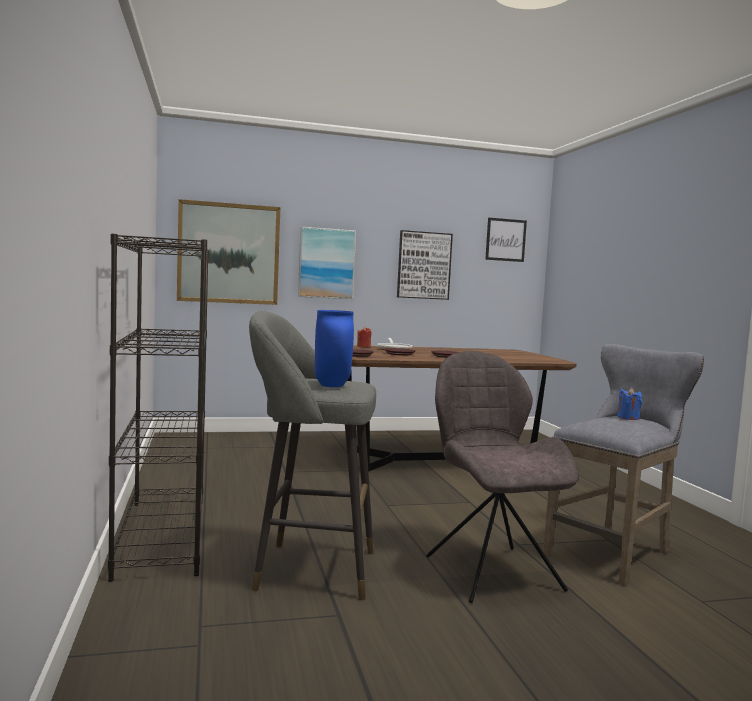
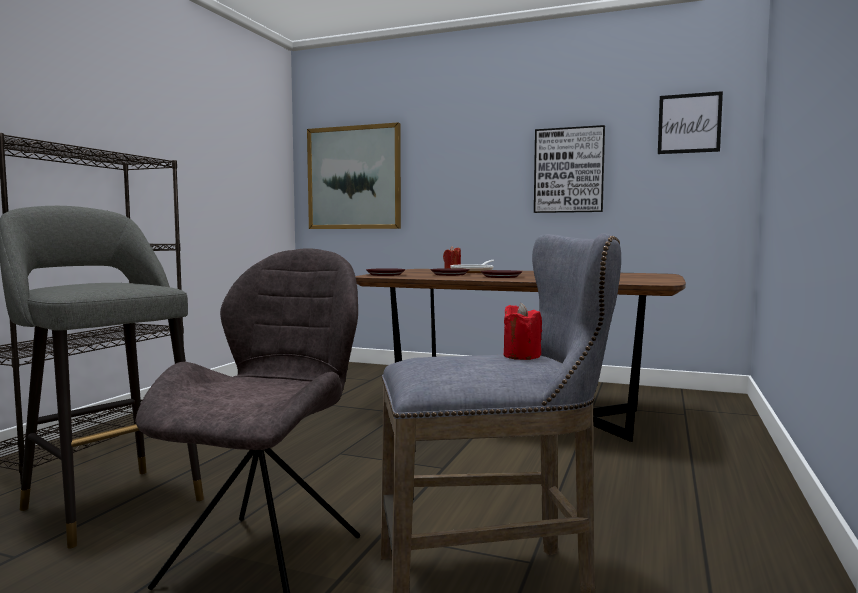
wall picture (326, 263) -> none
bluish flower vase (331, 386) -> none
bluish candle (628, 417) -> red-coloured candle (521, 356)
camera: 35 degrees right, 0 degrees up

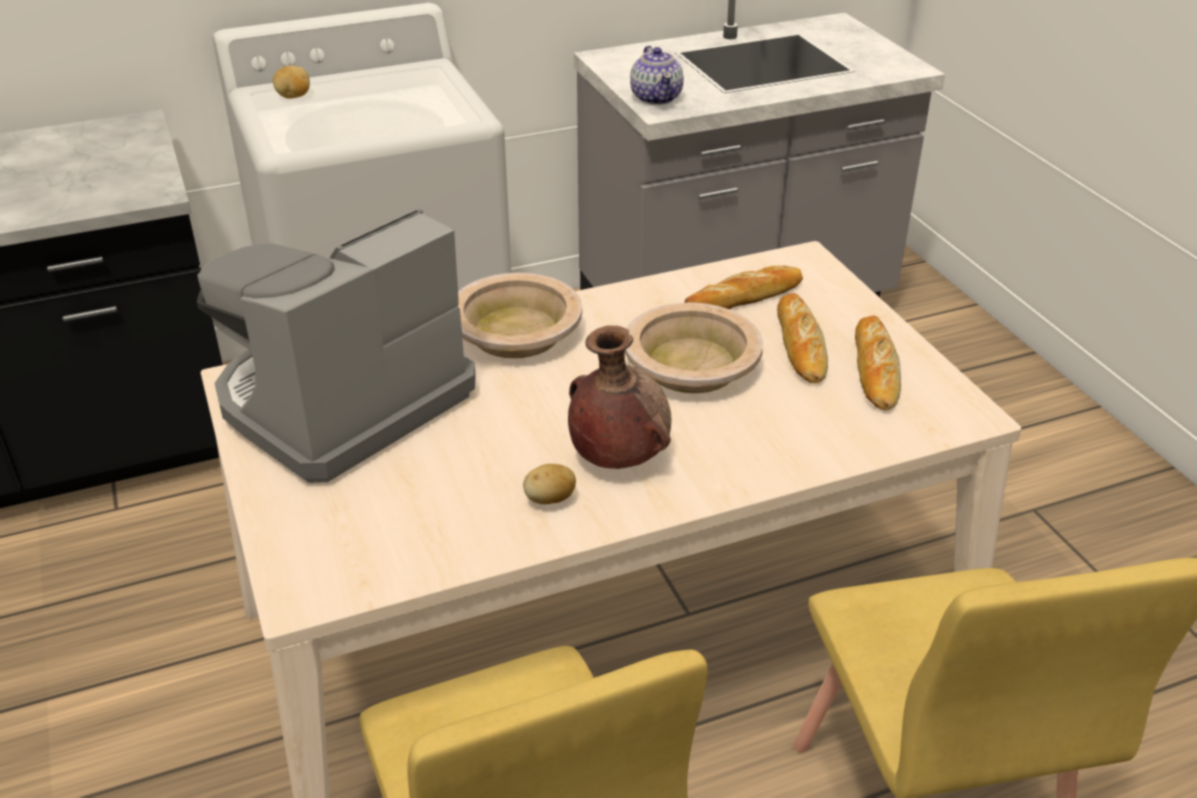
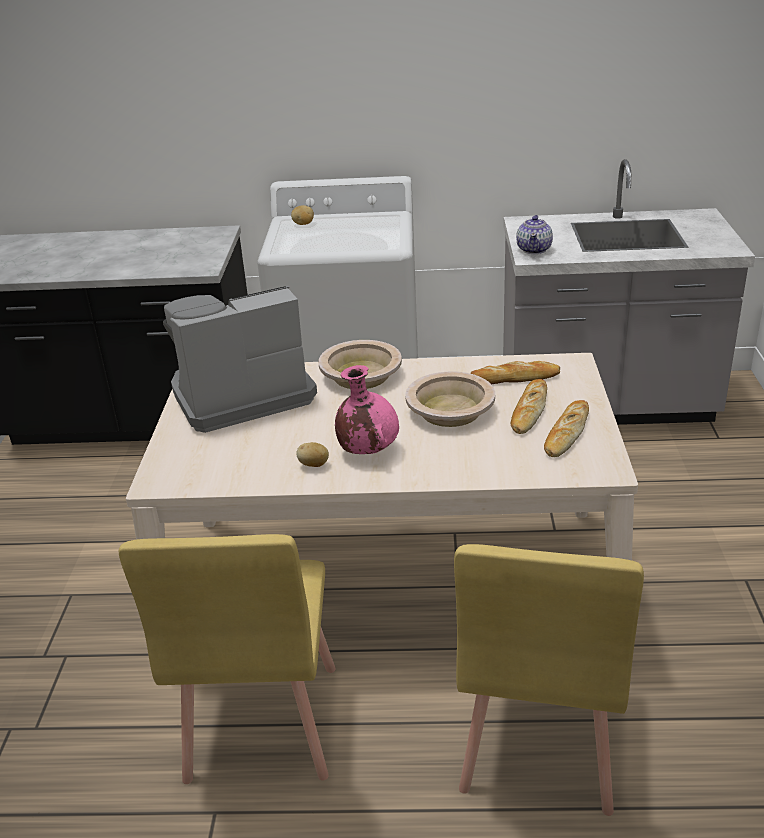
brown flower vase (617, 457) -> pink-coloured flower vase (367, 451)
camera: 25 degrees right, 5 degrees down

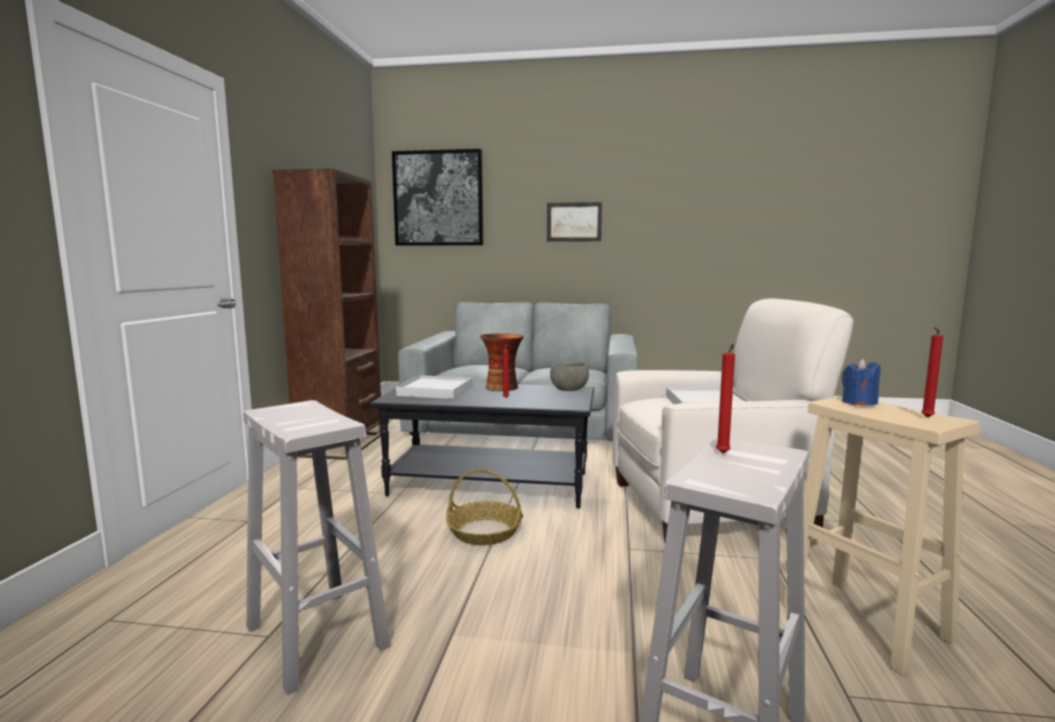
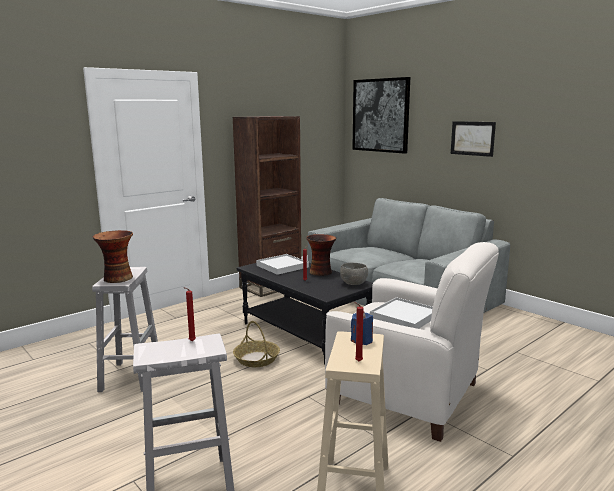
none -> flower vase (117, 278)
camera: 40 degrees right, 5 degrees up

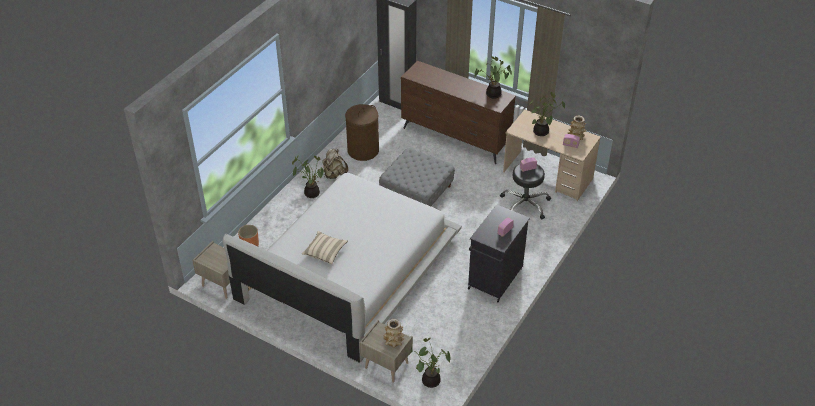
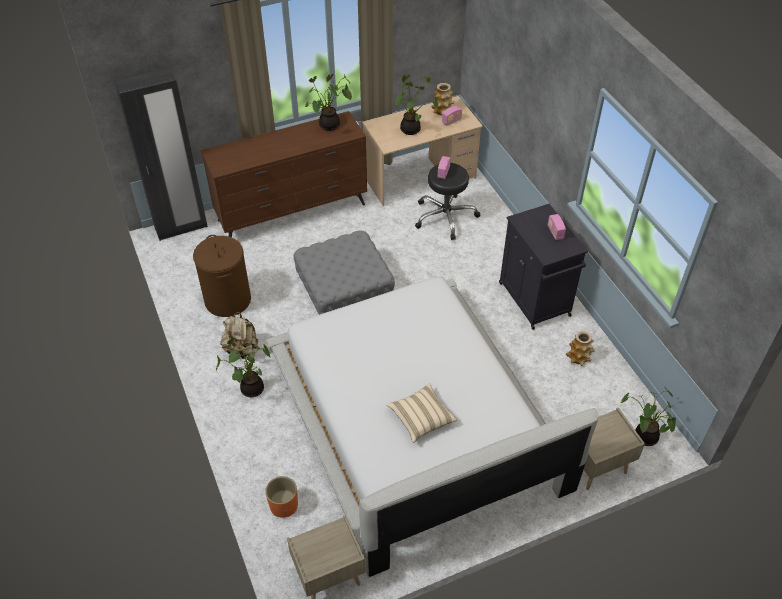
flower vase (393, 341) -> flower vase (578, 358), relocated
camera: 55 degrees left, 5 degrees up

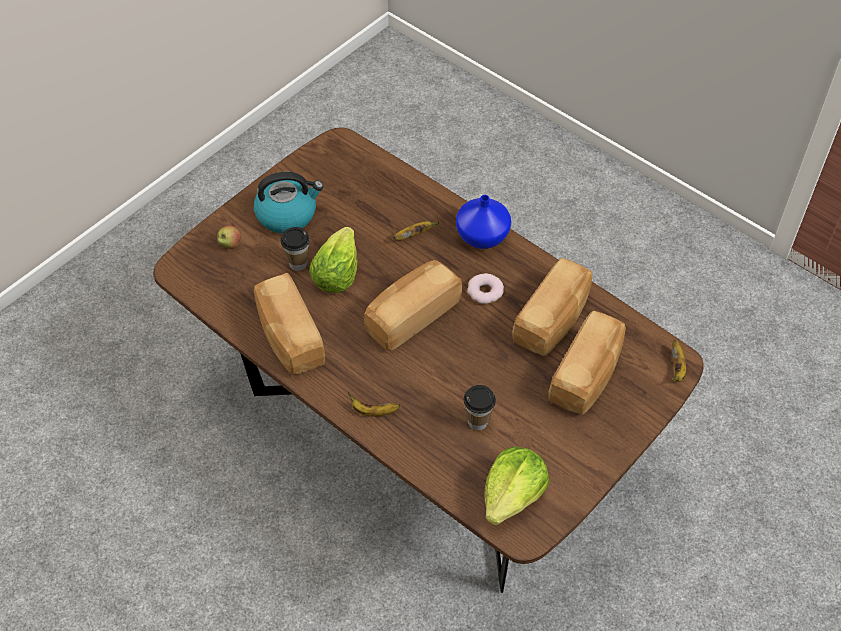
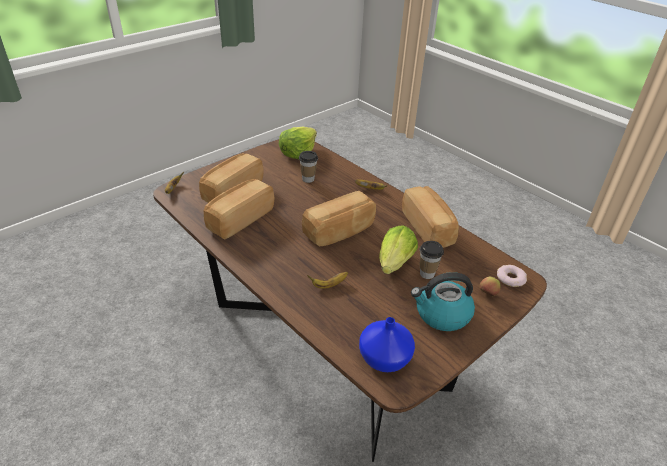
bluish flower vase (481, 235) -> bluish flower vase (385, 360), relocated
ring doughnut (485, 291) -> ring doughnut (510, 278), relocated
camera: 175 degrees left, 15 degrees down

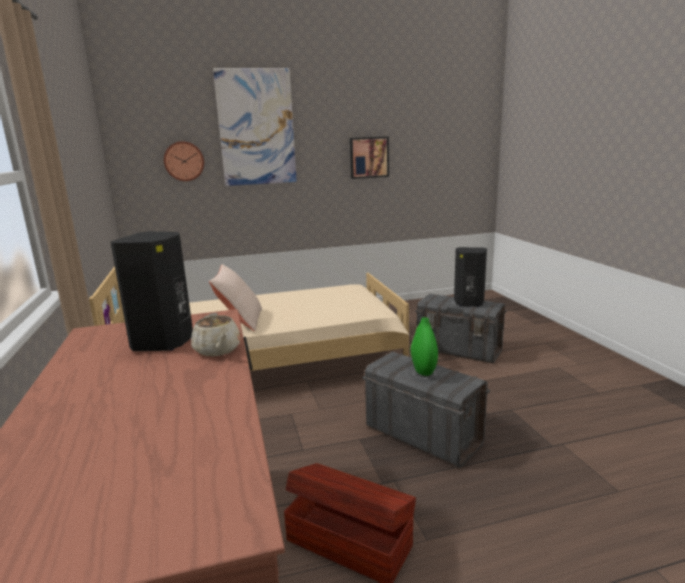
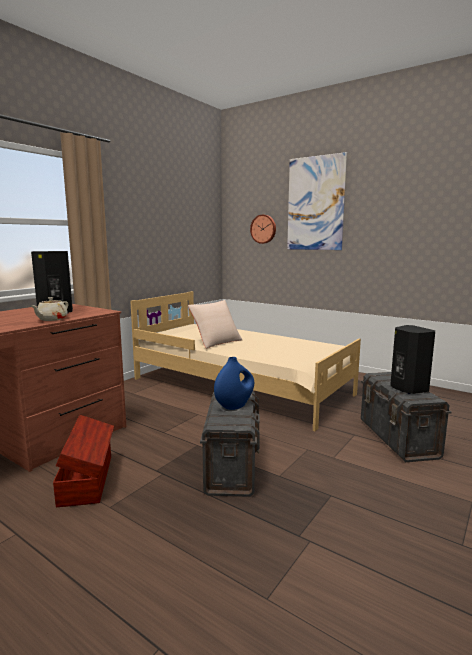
wall picture (368, 157) -> none
green flower vase (423, 370) -> bluish flower vase (234, 406)
camera: 50 degrees right, 5 degrees down

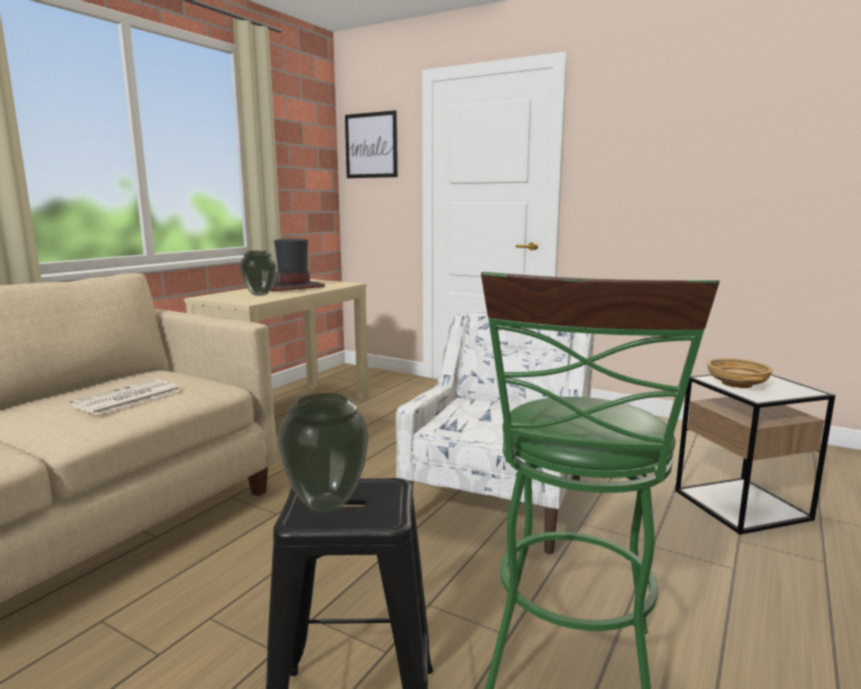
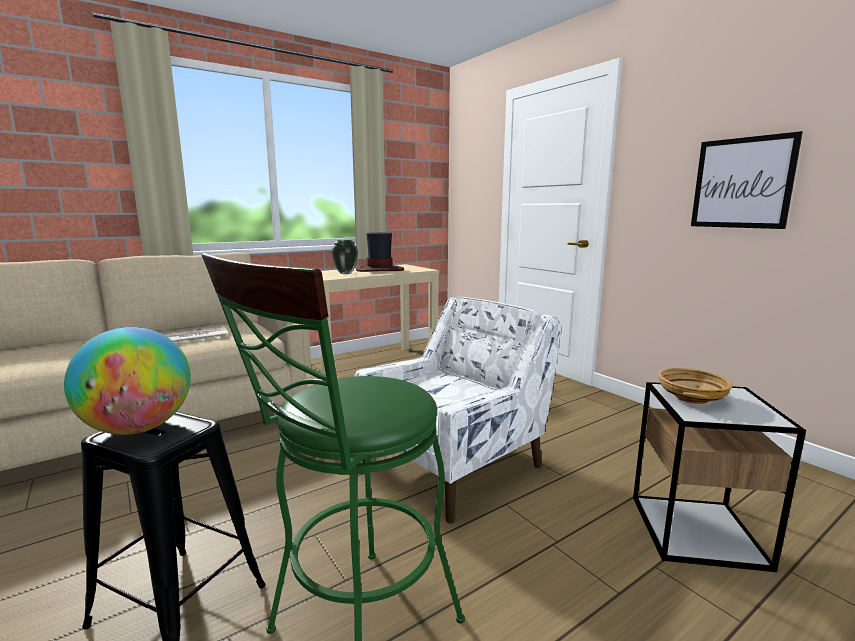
flower vase (327, 504) -> desk globe (138, 429)
wall picture (371, 145) -> wall picture (742, 183), relocated
camera: 25 degrees right, 0 degrees up

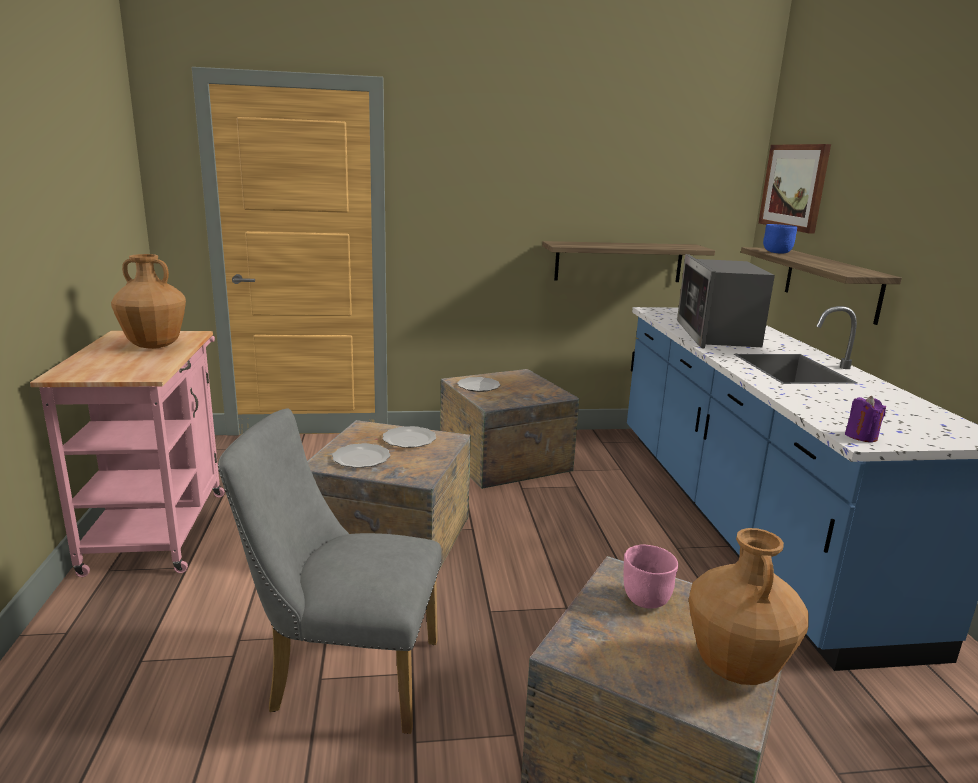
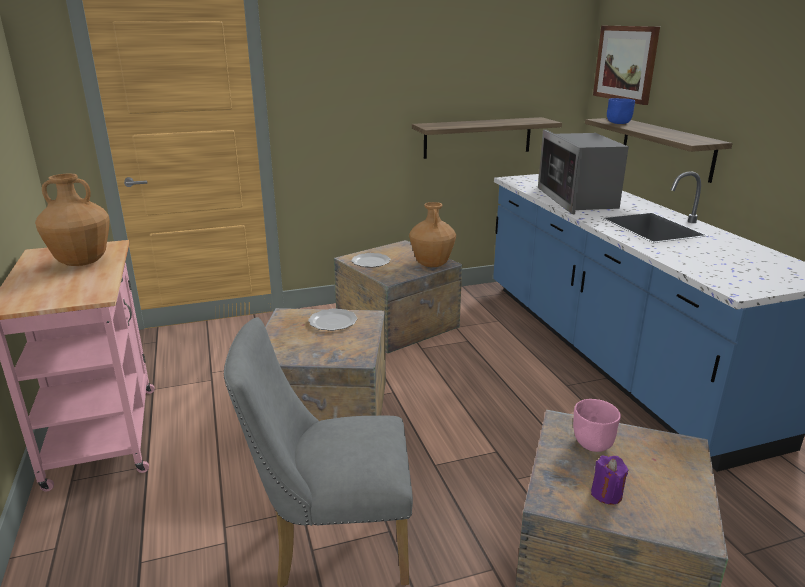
plate (361, 458) -> none
brown flower vase (735, 668) -> brown flower vase (431, 264), relocated
purple candle (861, 436) -> purple candle (606, 494), relocated
camera: 10 degrees left, 5 degrees up

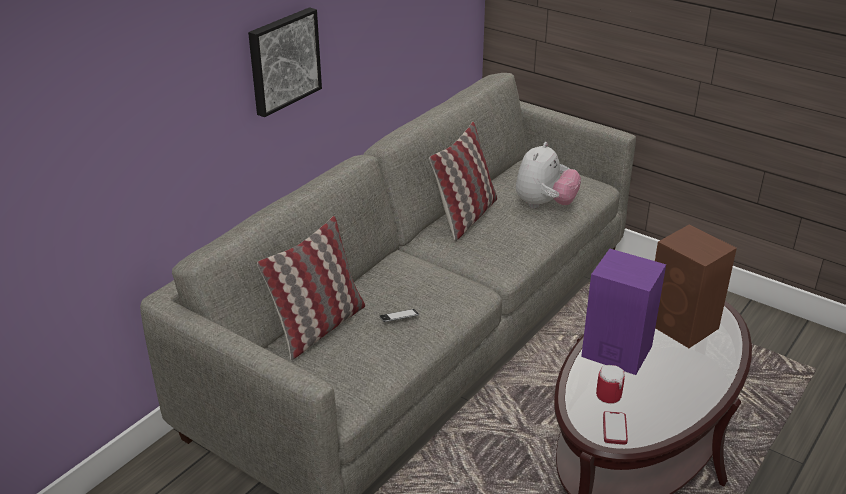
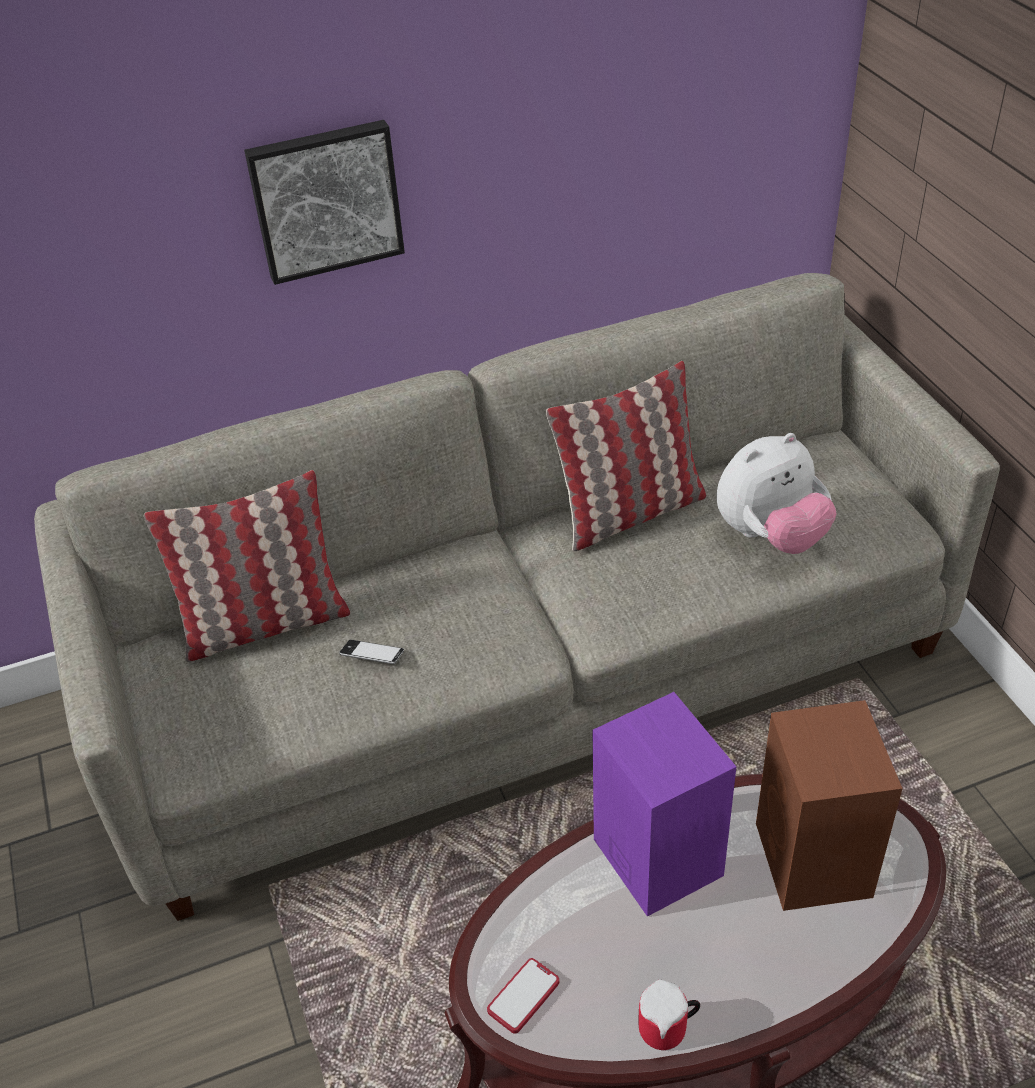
coffee mug (611, 394) -> coffee mug (669, 1029), relocated
camera: 35 degrees right, 10 degrees up

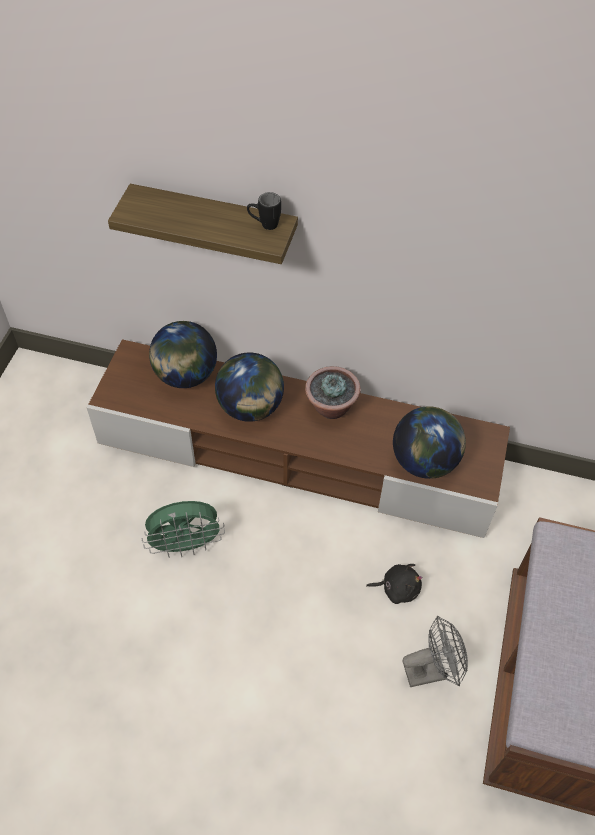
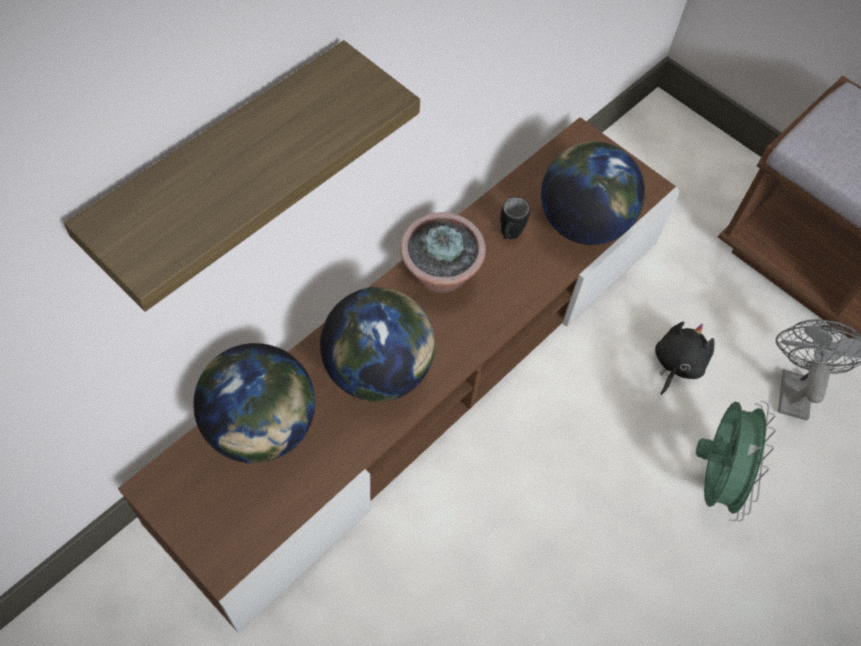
green electric fan (186, 545) -> green electric fan (714, 478), relocated
blackish coffee mug (264, 225) -> blackish coffee mug (508, 236), relocated
camera: 65 degrees left, 5 degrees up

